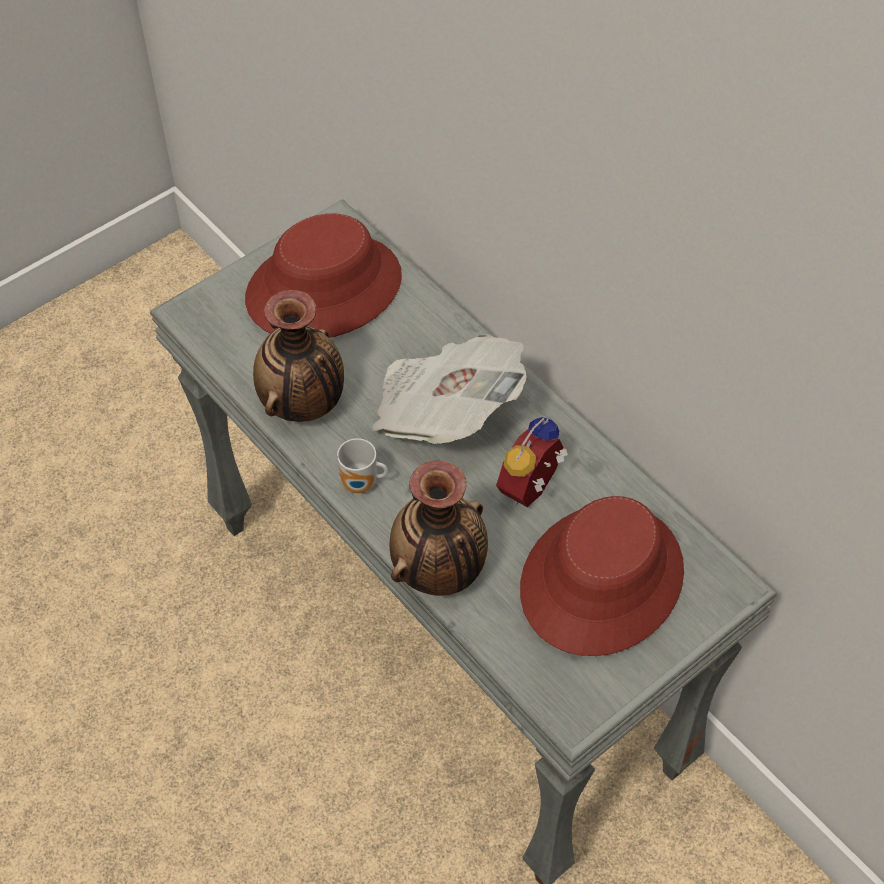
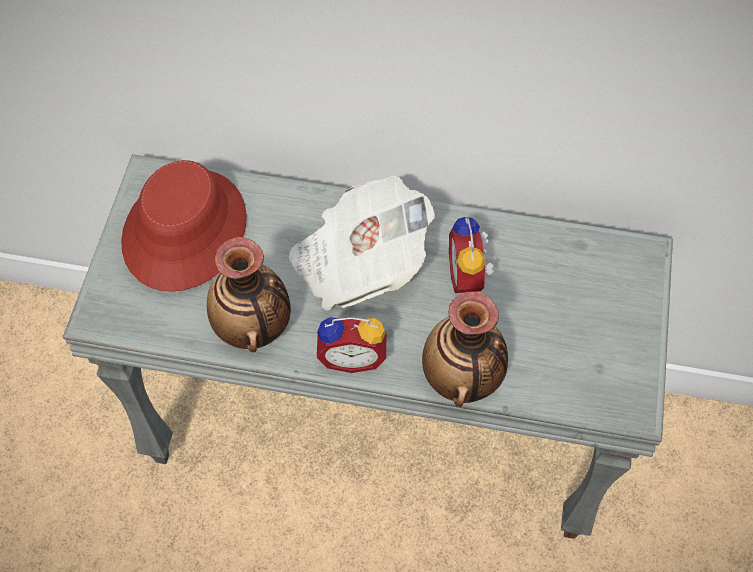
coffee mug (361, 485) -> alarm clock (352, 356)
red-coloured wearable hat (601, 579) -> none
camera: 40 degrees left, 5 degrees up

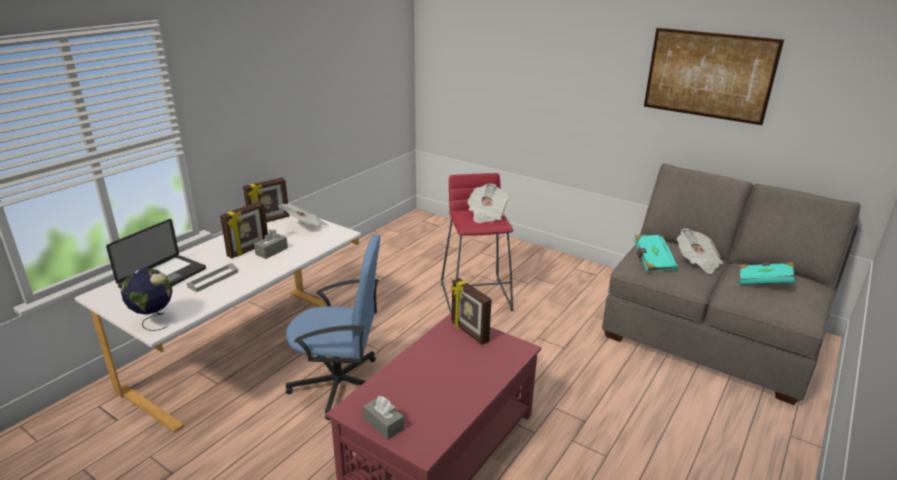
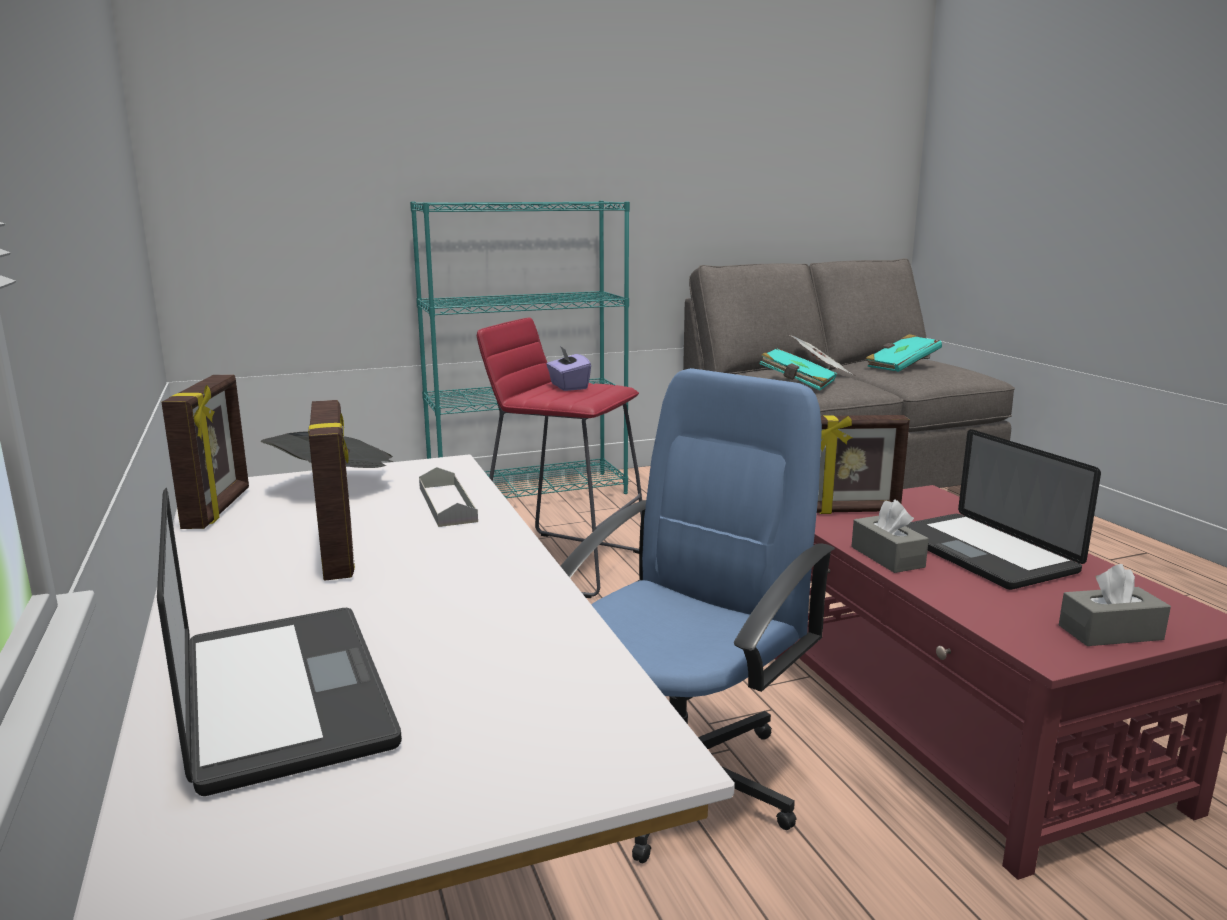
desk globe (154, 321) -> none
greyish tray (213, 279) -> greyish tray (447, 504), relocated
greyish tissue holder (271, 251) -> greyish tissue holder (887, 557), relocated
daily paper (486, 214) -> purple tissue holder (568, 386)
wall picture (708, 75) -> none
none -> blue-green bookcase (529, 493)
none -> notebook computer (982, 552)
camera: 55 degrees left, 10 degrees down

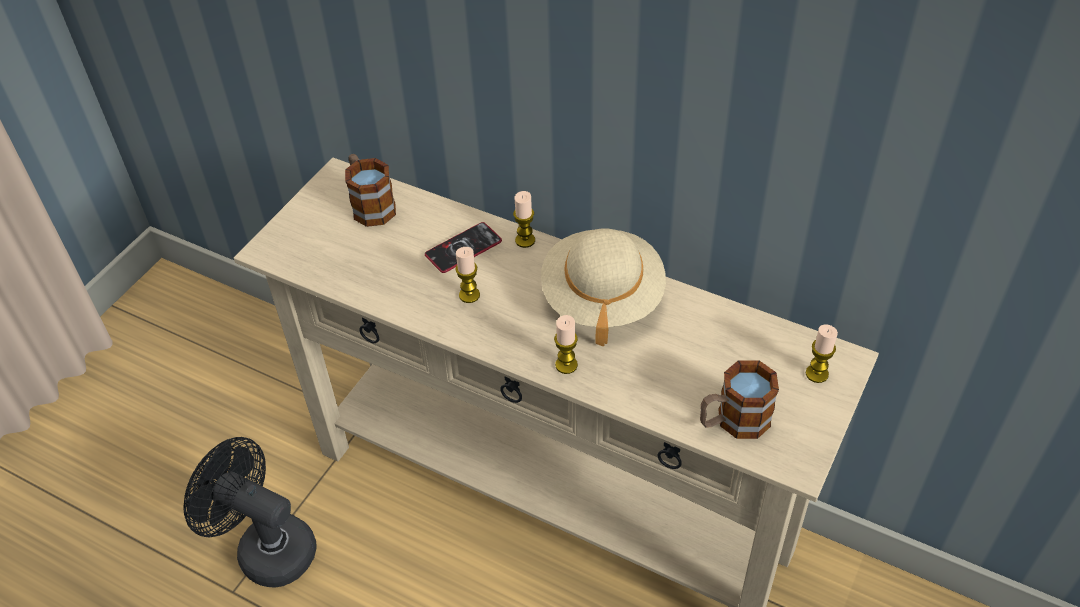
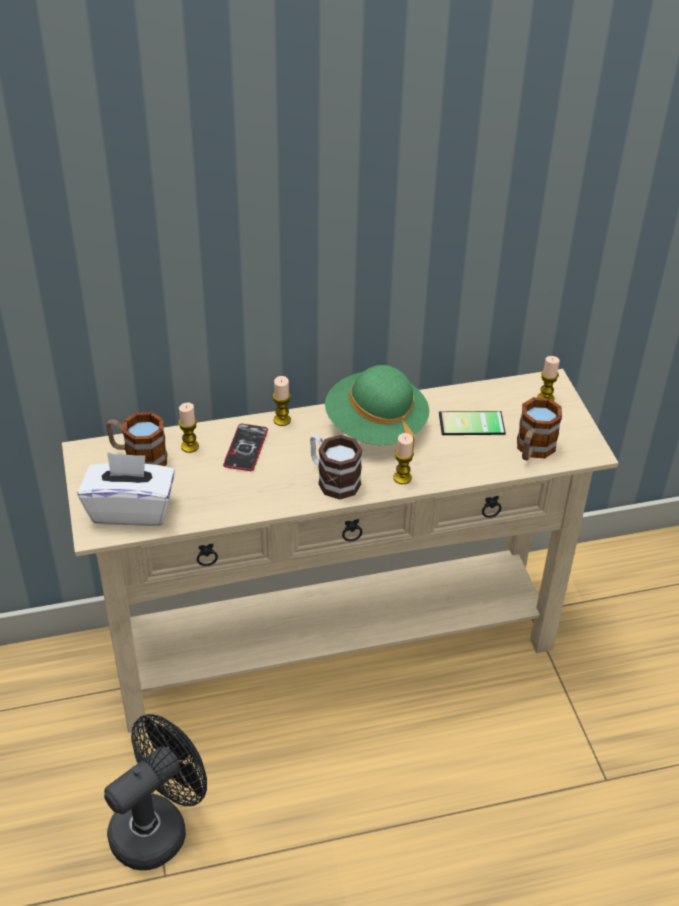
blackish electric fan (266, 548) -> blackish electric fan (158, 826), 150 degrees clockwise
candle (469, 295) -> candle (190, 446), relocated
beige wearable hat (602, 298) -> green wearable hat (375, 427)
none -> whitish tissue holder (131, 509)
none -> coffee mug (332, 479)
none -> phone (472, 426)
camera: 45 degrees left, 5 degrees down

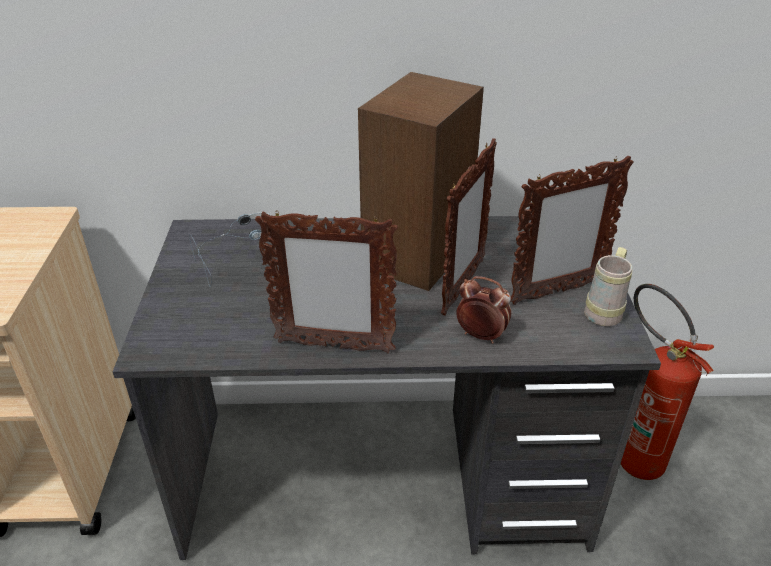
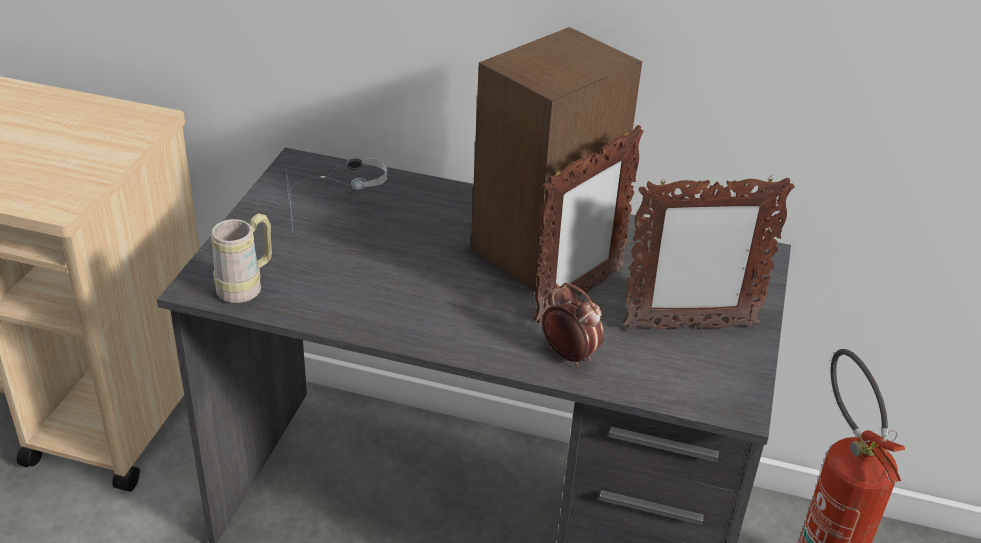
picture frame (333, 346) -> none
beige coffee mug (605, 310) -> beige coffee mug (247, 286), relocated
camera: 15 degrees right, 0 degrees up

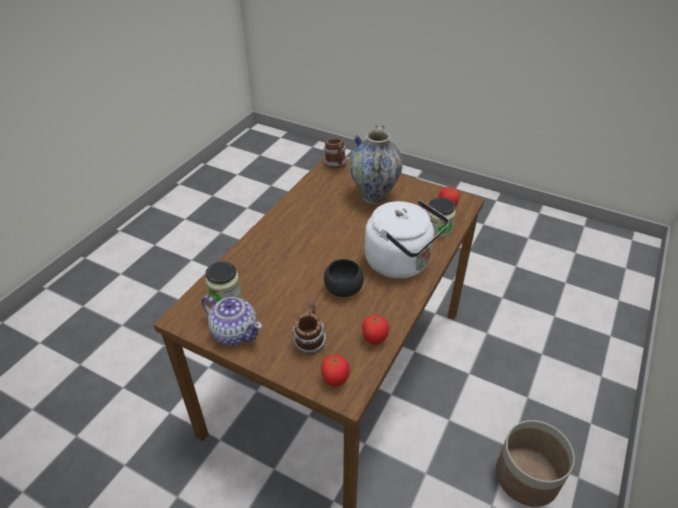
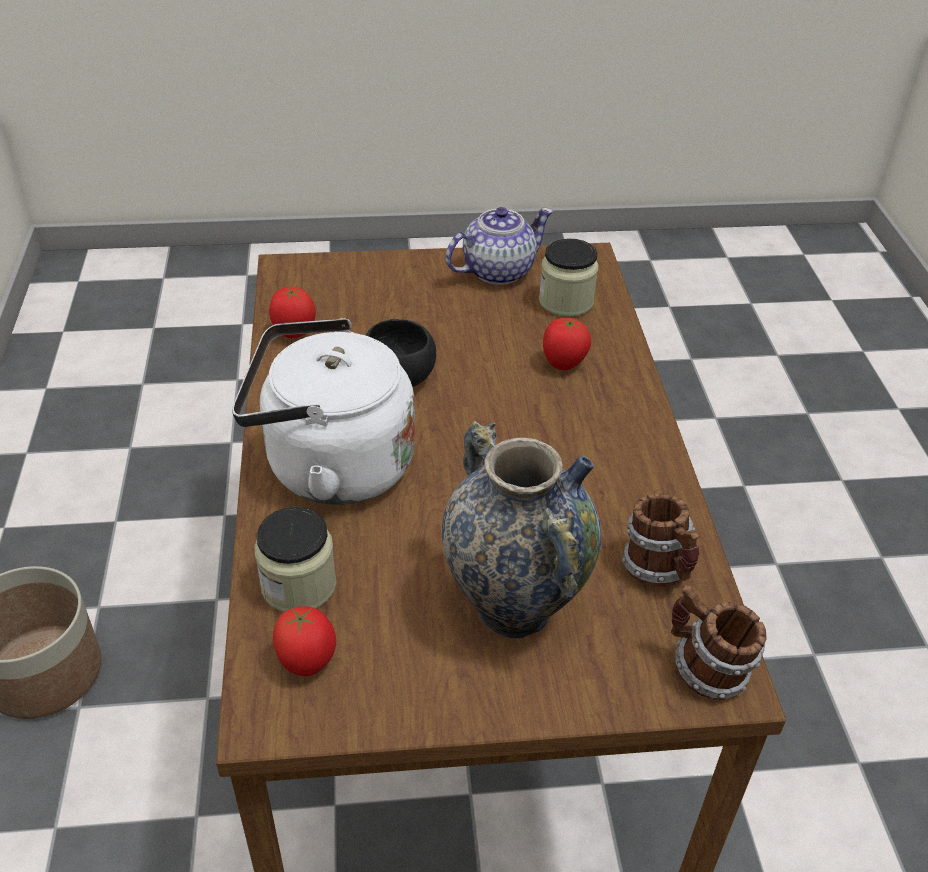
pot for tea (234, 332) -> pot for tea (497, 271), 150 degrees clockwise
coffee mug (309, 342) -> coffee mug (659, 570), relocated
fresh tomato (335, 380) -> fresh tomato (563, 365), relocated
camera: 145 degrees right, 0 degrees up

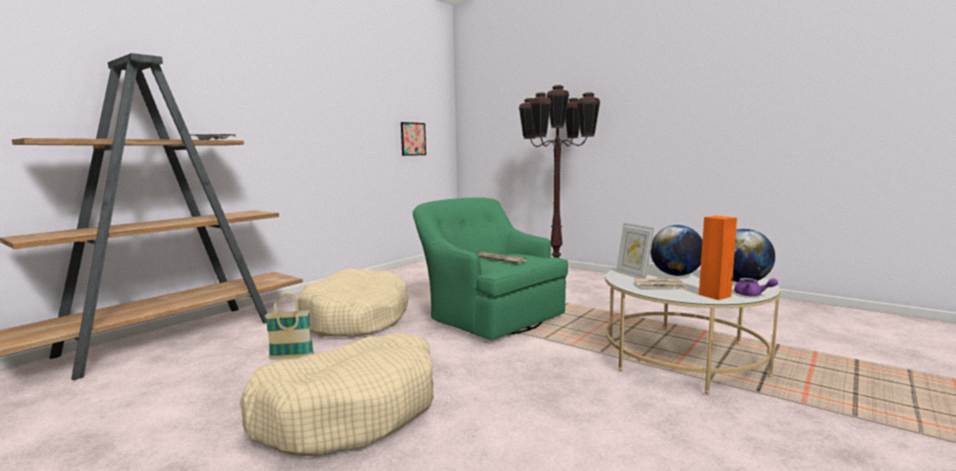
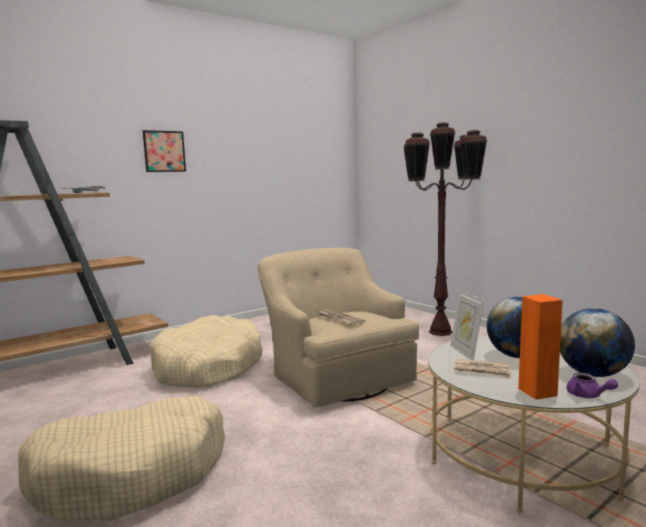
household basket (291, 357) -> none
wall picture (413, 139) -> wall picture (164, 151), relocated
green lounge chair (489, 316) -> beige lounge chair (336, 376)
camera: 15 degrees right, 0 degrees up

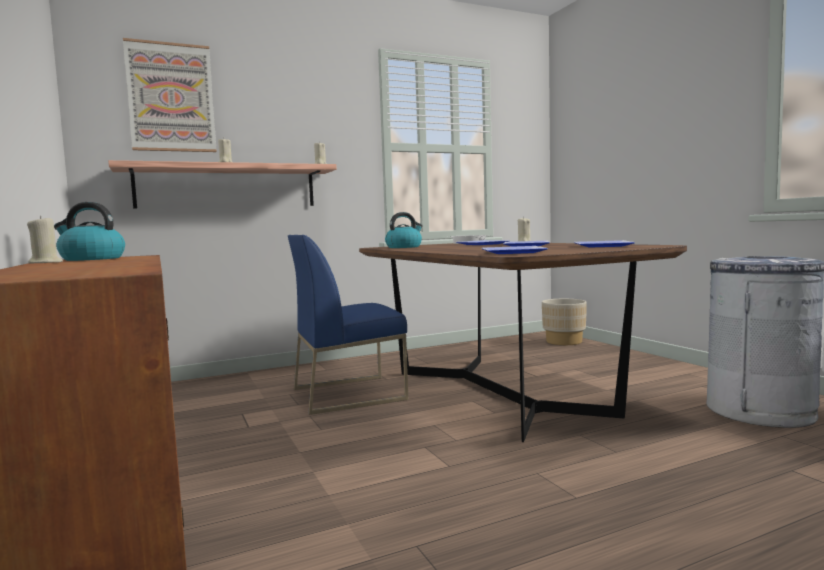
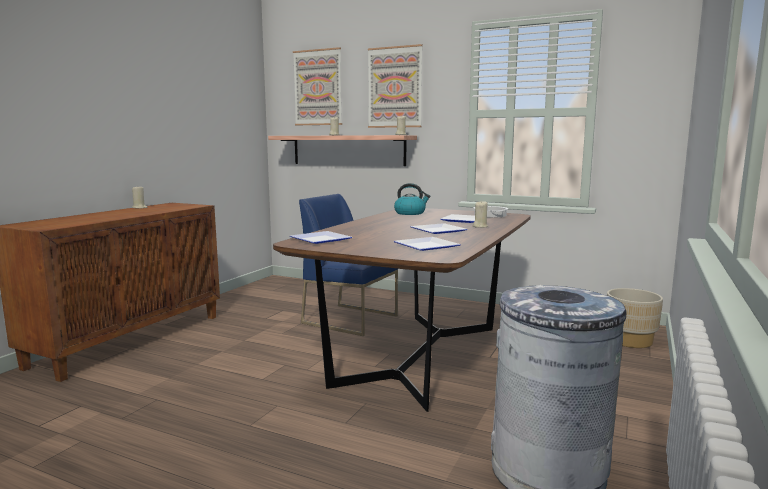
kettle (91, 259) -> none
none -> wall picture (395, 87)
camera: 50 degrees right, 5 degrees up

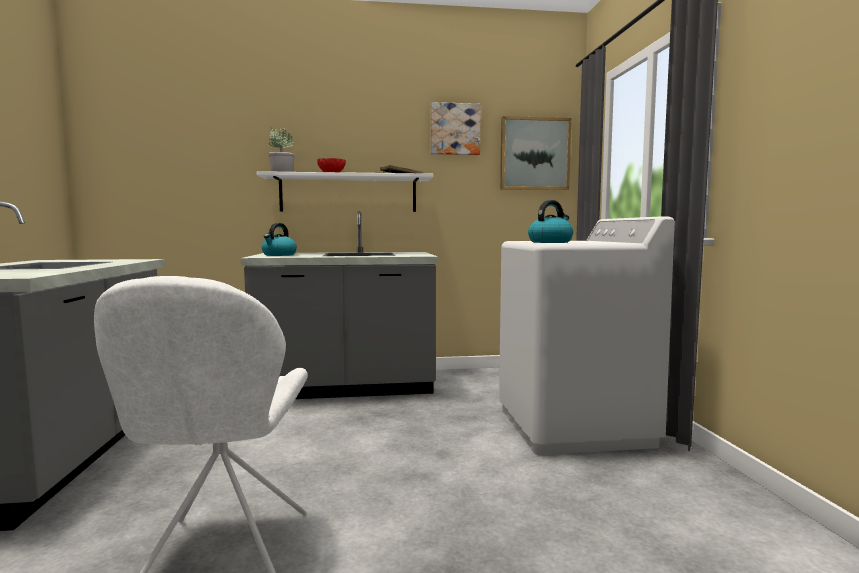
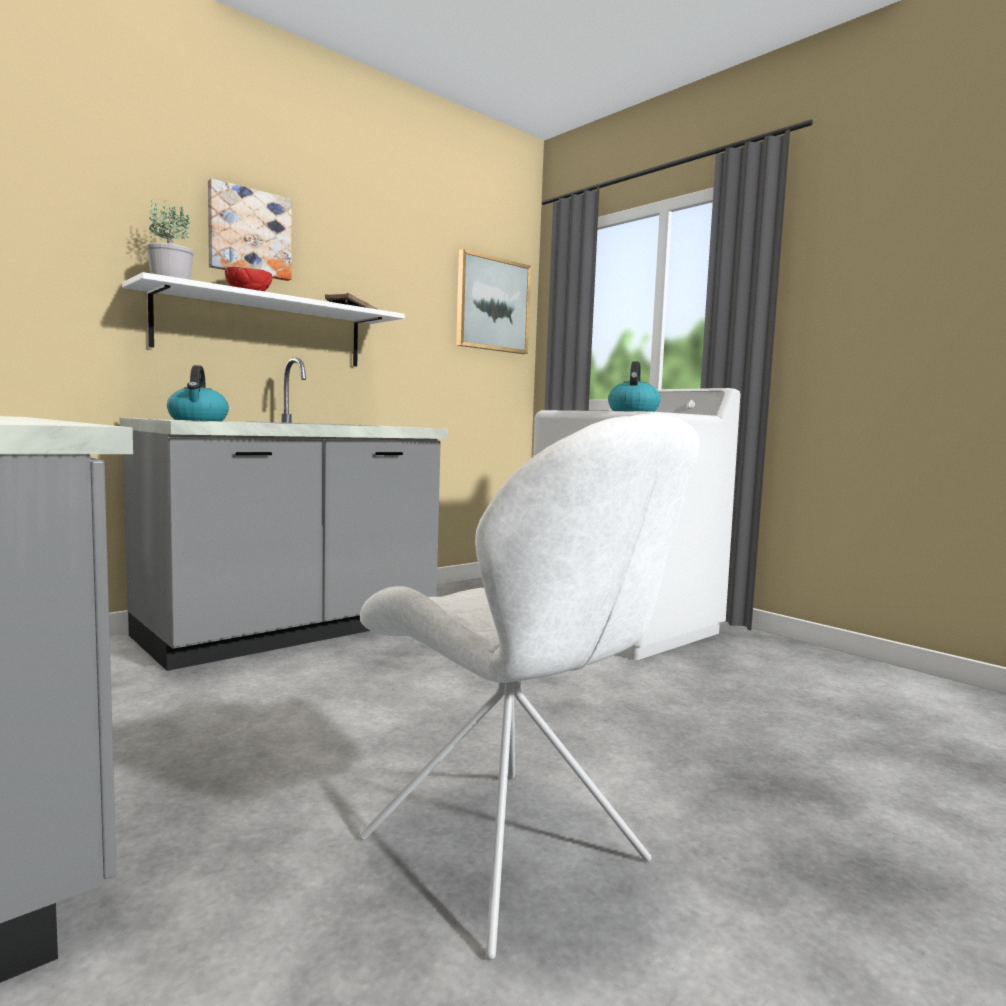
wall picture (455, 129) -> wall picture (249, 233), relocated
camera: 35 degrees left, 0 degrees up

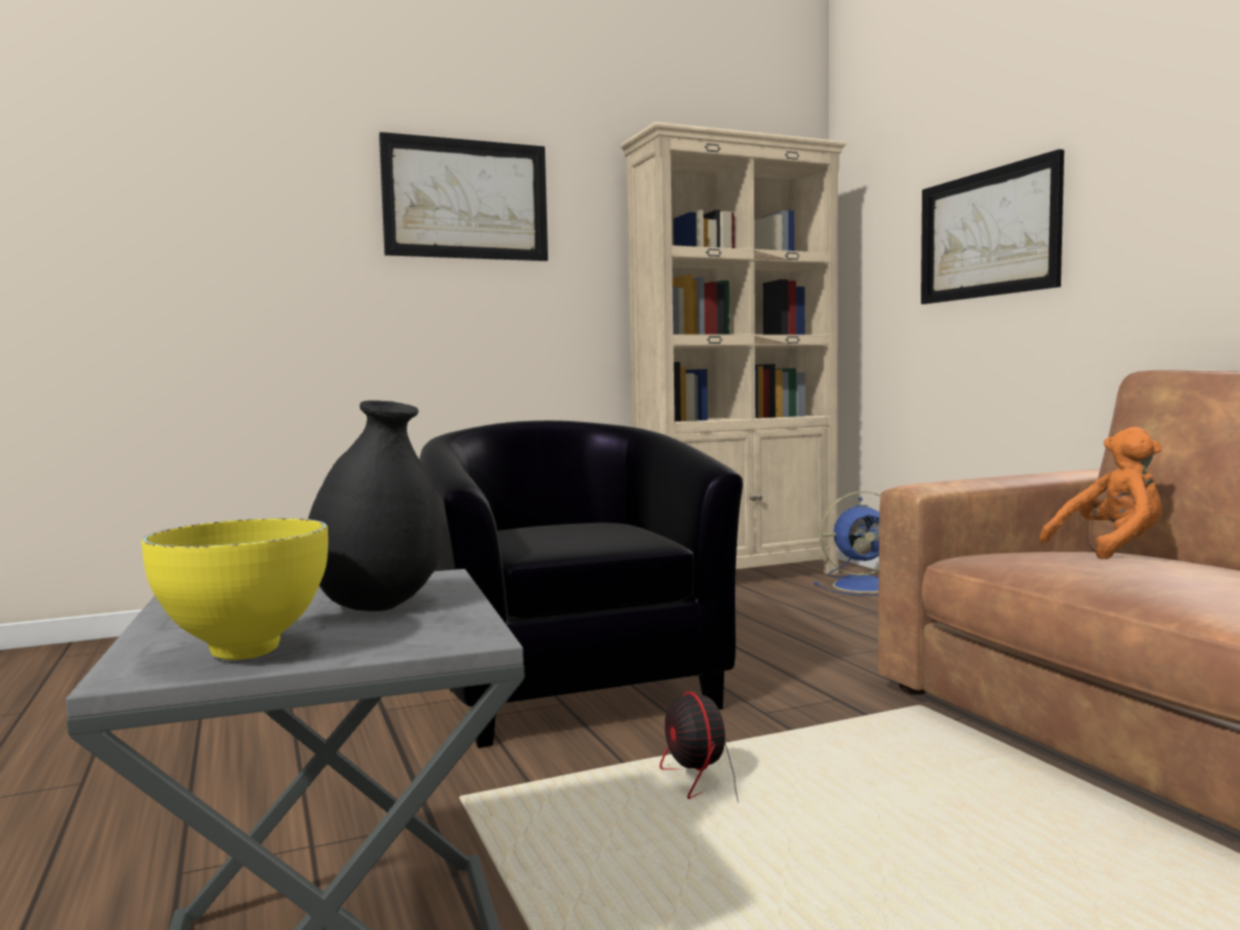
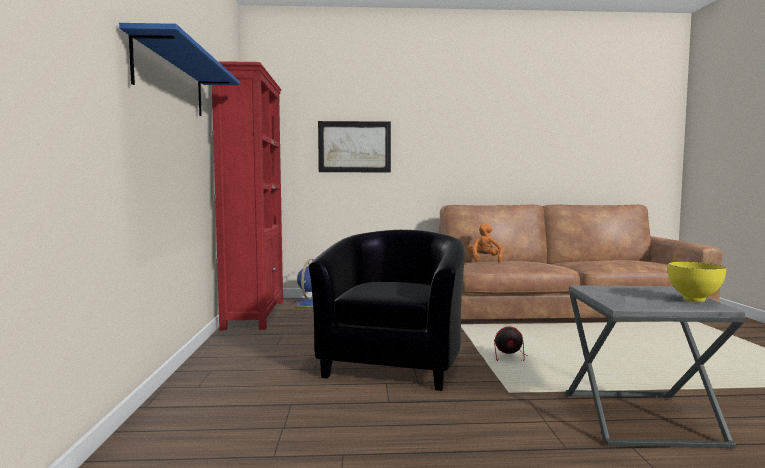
blackish flower vase (378, 605) -> none
wall picture (466, 200) -> bluish bracket shelf (171, 80)
blackish lounge chair (571, 688) -> blackish lounge chair (394, 363), 105 degrees clockwise
beige bookcase (738, 576) -> red-coloured bookcase (254, 314)
camera: 70 degrees left, 0 degrees up

